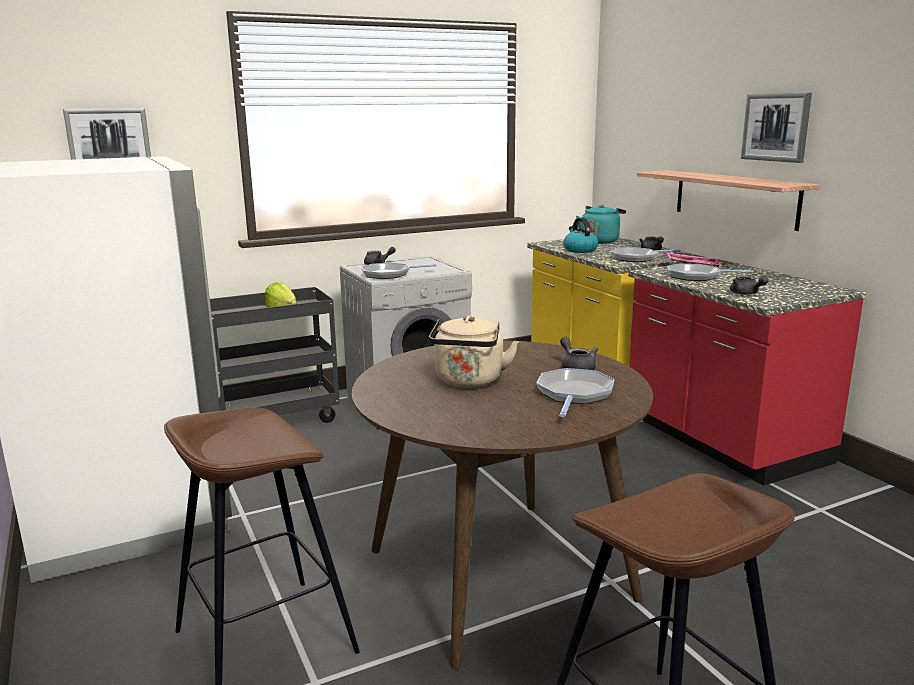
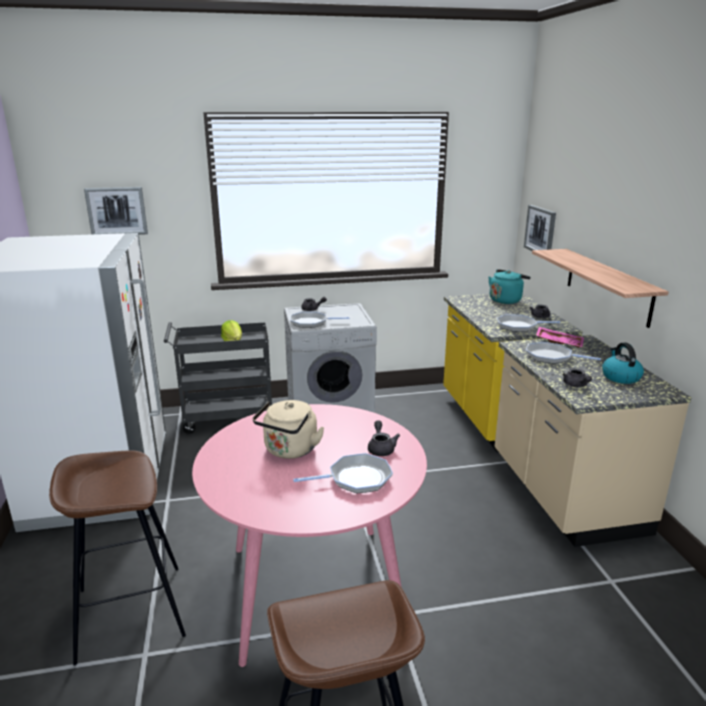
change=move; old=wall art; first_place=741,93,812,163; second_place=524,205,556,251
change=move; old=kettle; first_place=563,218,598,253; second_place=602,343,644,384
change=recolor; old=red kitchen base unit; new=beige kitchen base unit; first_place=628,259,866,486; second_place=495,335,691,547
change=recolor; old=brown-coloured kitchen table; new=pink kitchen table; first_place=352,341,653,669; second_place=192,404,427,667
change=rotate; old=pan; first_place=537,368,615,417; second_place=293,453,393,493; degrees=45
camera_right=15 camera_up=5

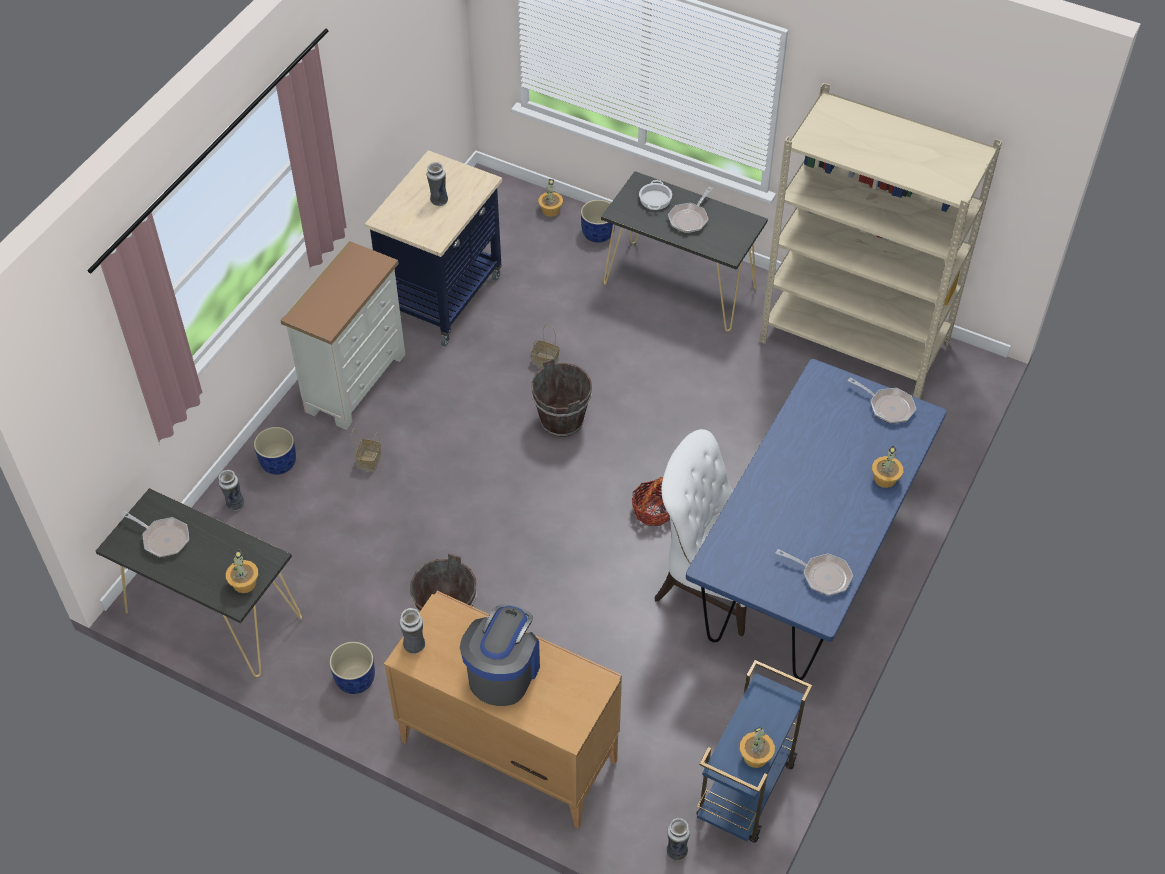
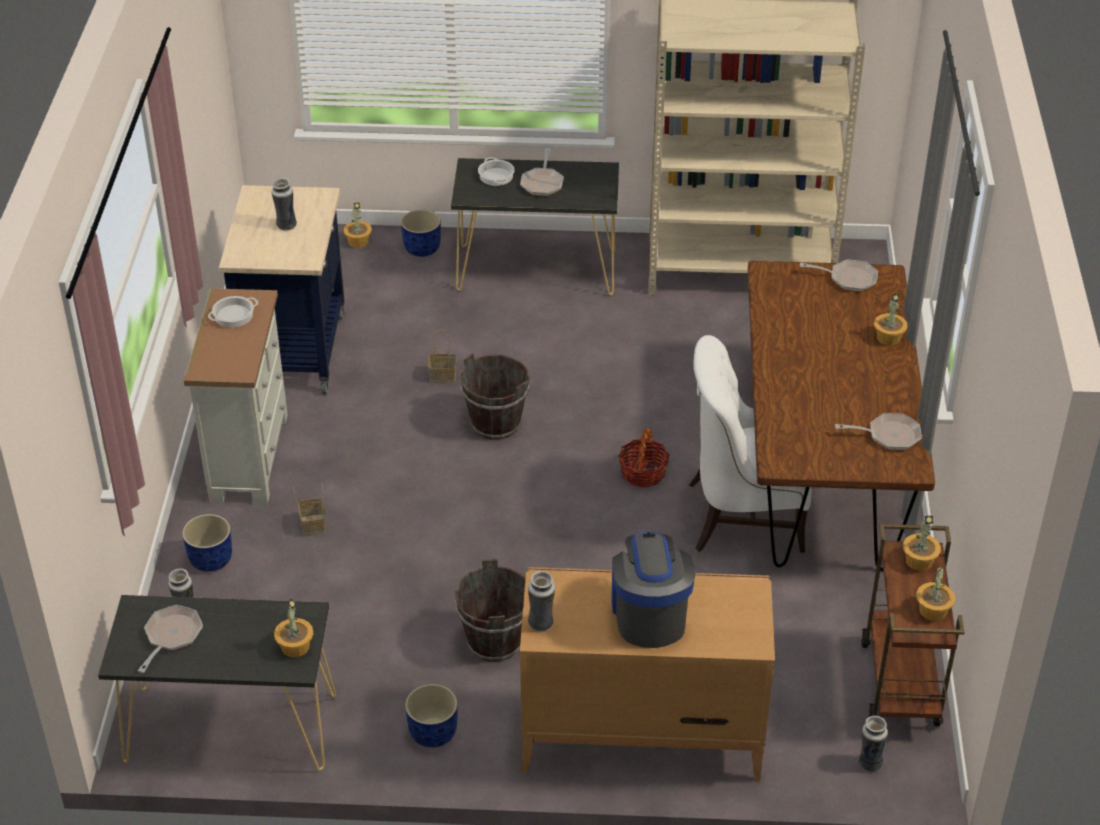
change=recolor; old=blue kitchen table; new=brown-coloured kitchen table; first_place=686,359,947,680; second_place=748,261,935,571
change=rotate; old=pan; first_place=121,511,189,557; second_place=137,605,203,673; degrees=-75
change=recolor; old=blue trolley; new=brown-coloured trolley; first_place=696,660,813,843; second_place=860,524,964,726
change=insert; new=saucepot; second_place=208,296,258,328
change=insert; new=houseplant; second_place=903,516,941,571
camera_right=-25 camera_up=-10

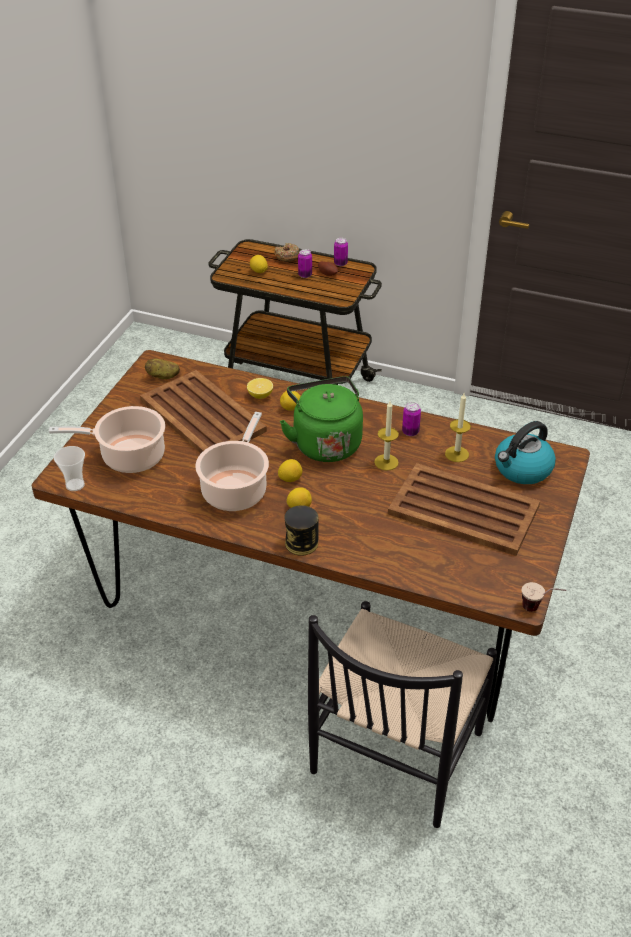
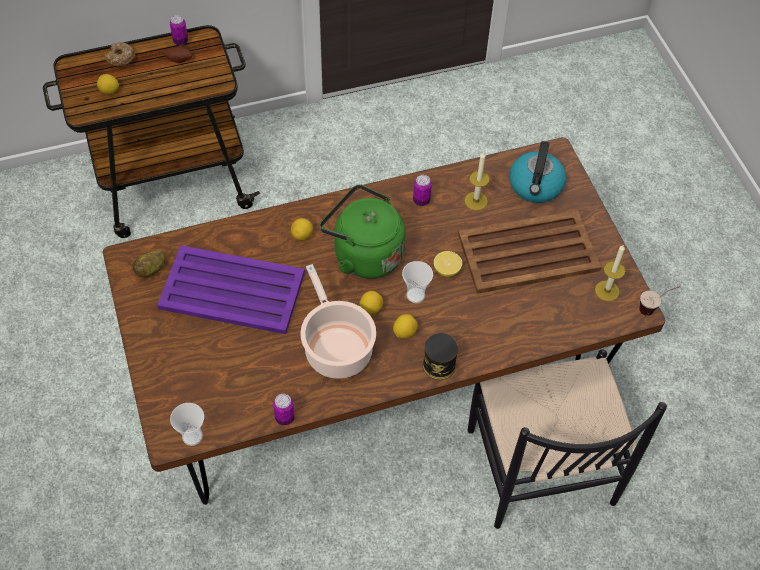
change=move; old=can; first_place=298,249,312,278; second_place=273,394,295,426
change=recolor; old=brown-coloured serving tray; new=purple serving tray; first_place=140,370,267,453; second_place=157,245,305,334
change=move; old=citrus fruit; first_place=247,378,273,399; second_place=434,251,462,277
change=move; old=candle; first_place=374,401,399,471; second_place=595,244,625,301
change=delete; old=saucepot; first_place=49,406,165,473
change=insert; new=cup; second_place=402,261,433,303
camera_right=-40 camera_up=15

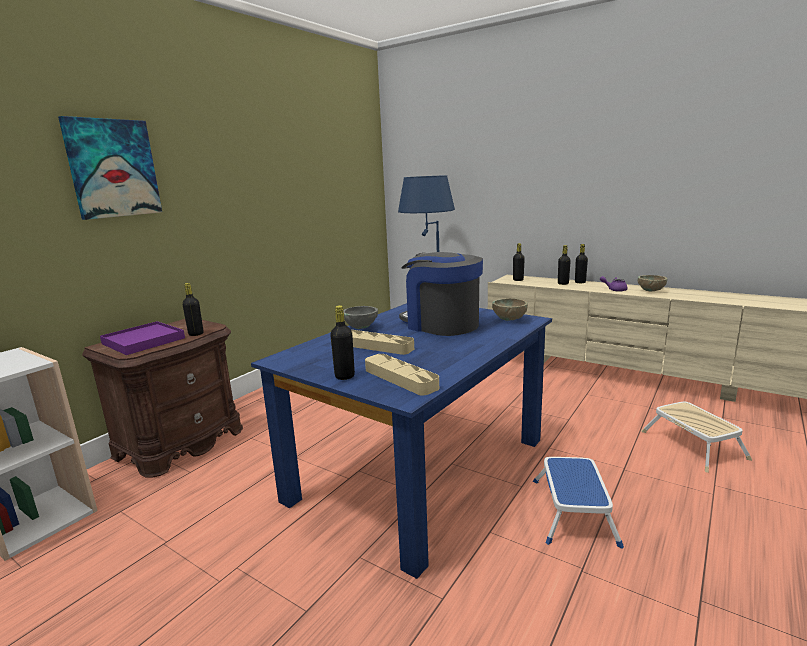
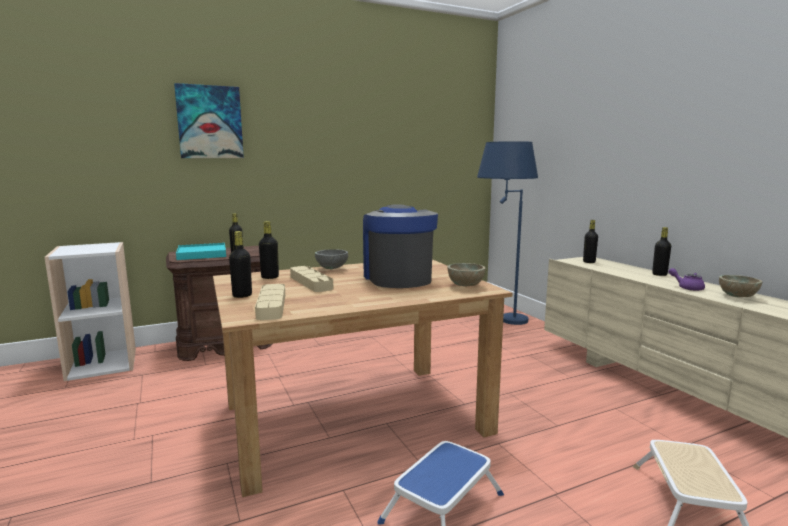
change=move; old=black-coloured beverage bottle; first_place=558,245,571,285; second_place=259,221,279,279
change=recolor; old=blue kitchen table; new=brown-coloured kitchen table; first_place=251,303,552,579; second_place=213,259,512,497
change=recolor; old=purple serving tray; new=turquoise serving tray; first_place=100,321,185,355; second_place=176,243,226,260
camera_right=30 camera_up=-5

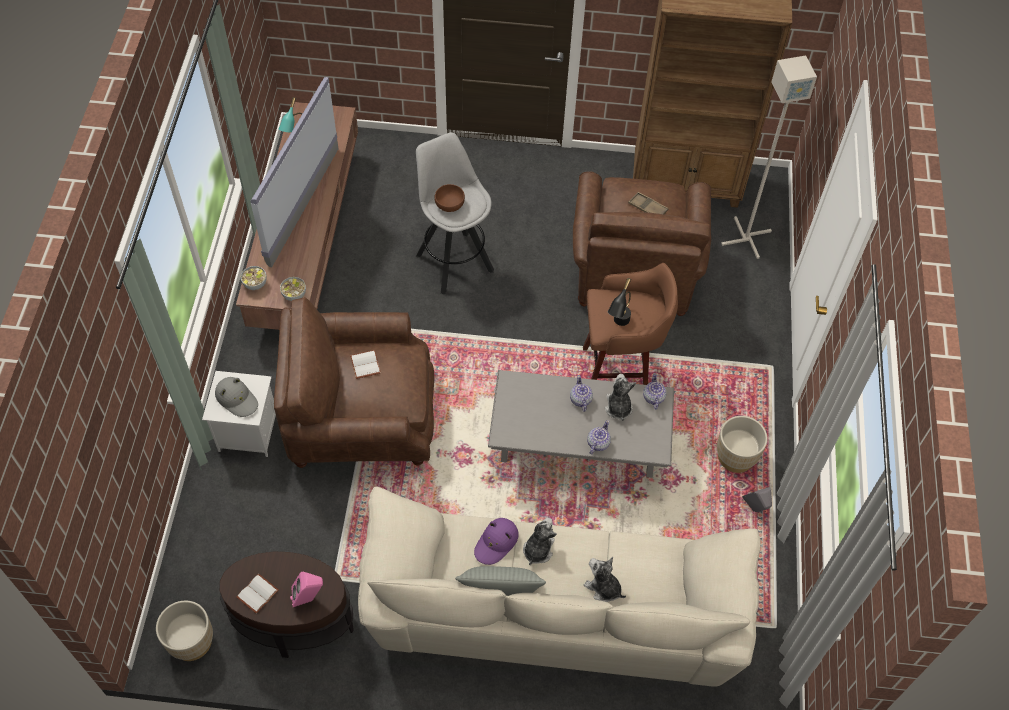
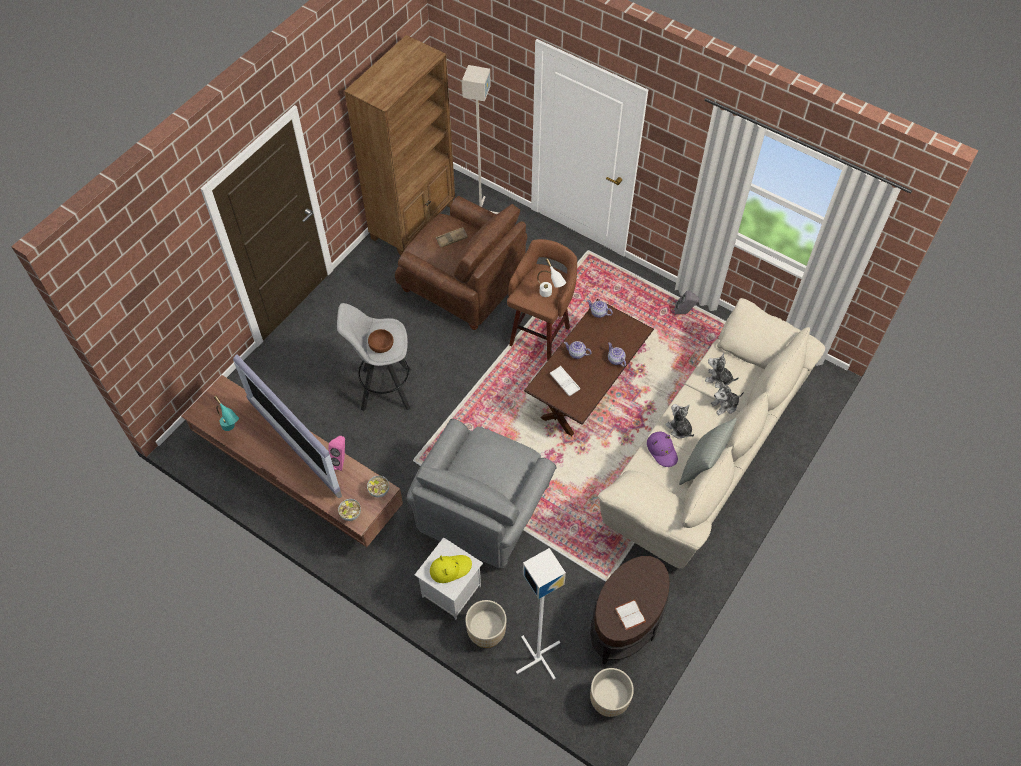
change=recolor; old=black-coloured table lamp; new=white-coloured table lamp; first_place=608,278,631,326; second_place=537,258,566,297
change=recolor; old=brown-coloured armchair; new=grey armchair; first_place=274,297,434,468; second_place=407,419,556,568
change=delete; old=white-coloured volume; first_place=350,350,381,379
change=recolor; old=grey lounge table; new=brown-coloured lounge table; first_place=488,370,674,478; second_place=524,299,654,436
change=move; old=soft toy; first_place=605,374,636,421; second_place=705,353,739,388
change=recolor; old=grey wearable hat; new=yellow-coloured wearable hat; first_place=215,377,258,417; second_place=430,555,472,583
change=move; old=beige plant pot; first_place=717,416,767,473; second_place=465,600,506,648
change=move; old=pink loudspeaker; first_place=290,572,323,607; second_place=328,436,345,471
change=insert; new=white-coloured serving tray; second_place=550,366,580,397
change=insert; new=white-coloured floor lamp; second_place=516,548,566,680
camera_right=-60 camera_up=0

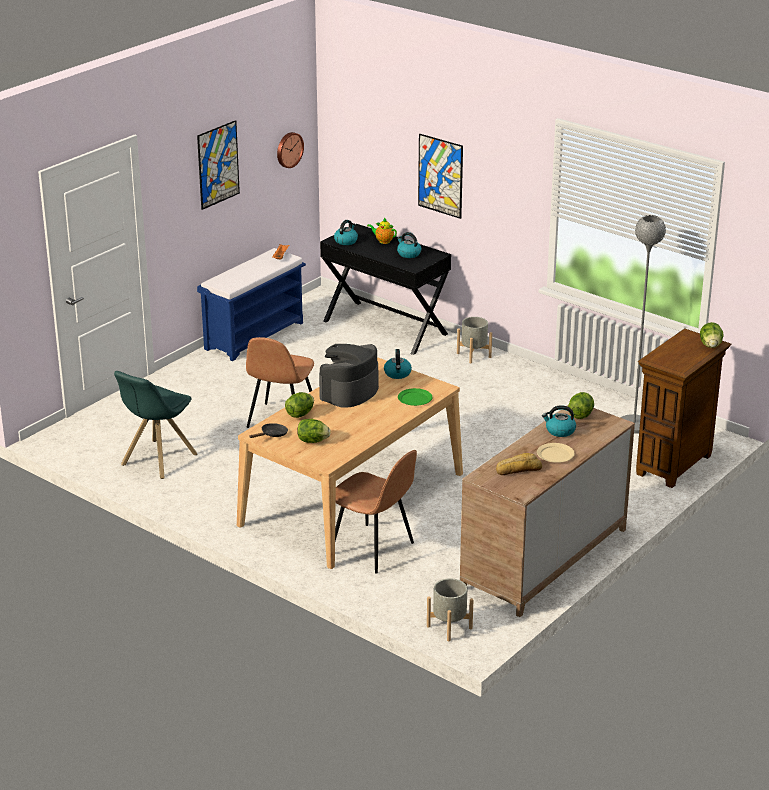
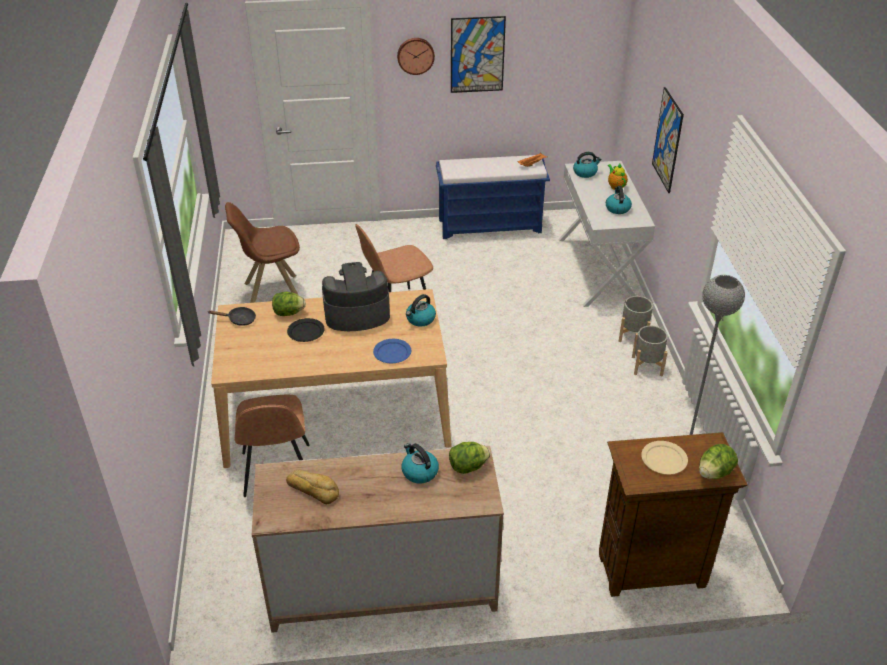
change=move; old=wall clock; first_place=277,132,304,168; second_place=397,38,435,75
change=recolor; old=black-coloured console table; new=white-coloured console table; first_place=320,224,451,355; second_place=558,161,655,307
change=recolor; old=turquoise plain chair; new=brown-coloured plain chair; first_place=114,371,198,479; second_place=225,202,300,303
change=recolor; old=greenish flat dish; new=blue flat dish; first_place=398,388,432,406; second_place=373,339,411,363
change=delete; old=lettuce; first_place=297,419,331,443
change=move; old=beige flat dish; first_place=537,443,575,463; second_place=641,441,688,475
change=move; old=grey plant pot; first_place=427,578,473,641; second_place=632,326,668,376
change=insert; new=black-coloured flat dish; second_place=287,318,325,342
camera_right=45 camera_up=10

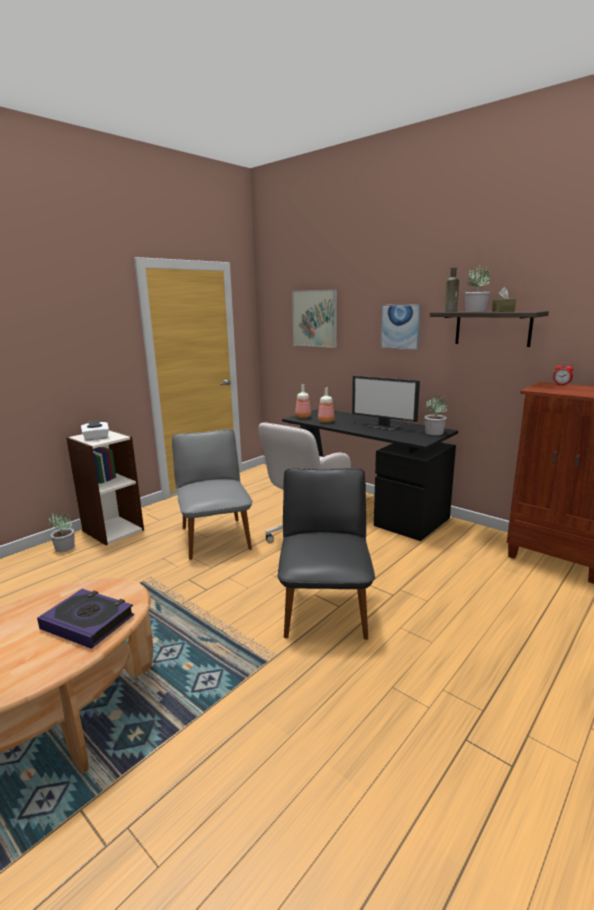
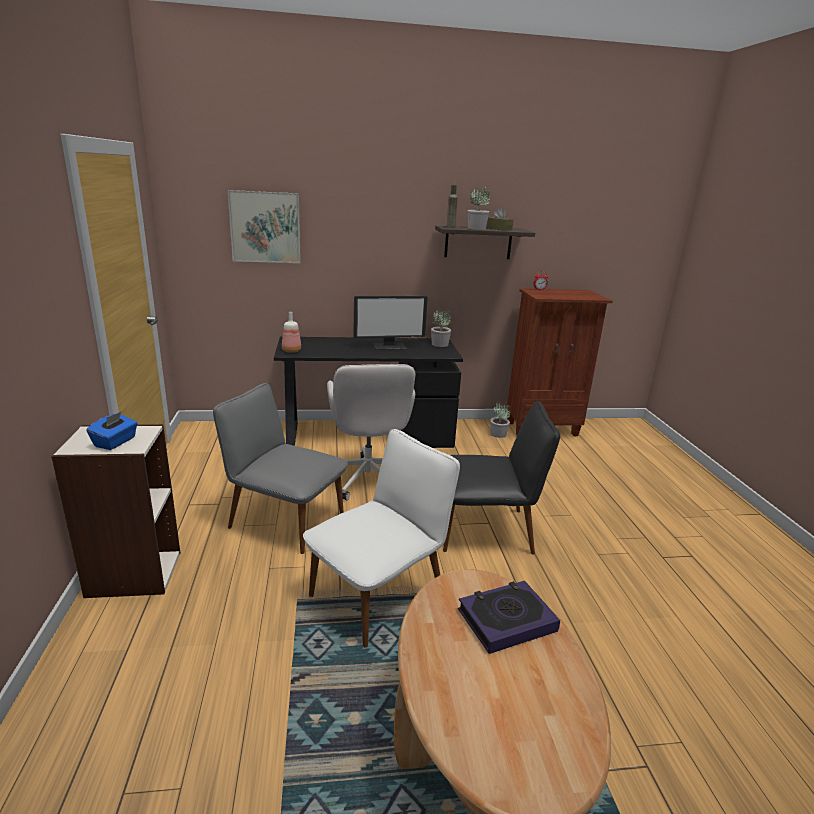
change=delete; old=wall art; first_place=380,304,422,350
change=delete; old=beverage bottle; first_place=318,388,335,423
change=recolor; old=white-coloured tissue box; new=blue tissue box; first_place=81,419,109,441; second_place=86,412,138,450
change=rotate; old=black-coloured plain chair; first_place=277,468,375,640; second_place=443,401,560,555; degrees=135
change=move; old=houseplant; first_place=48,512,75,552; second_place=490,402,510,438
change=insert; new=white-coloured plain chair; second_place=303,429,460,648
camera_right=-50 camera_up=5

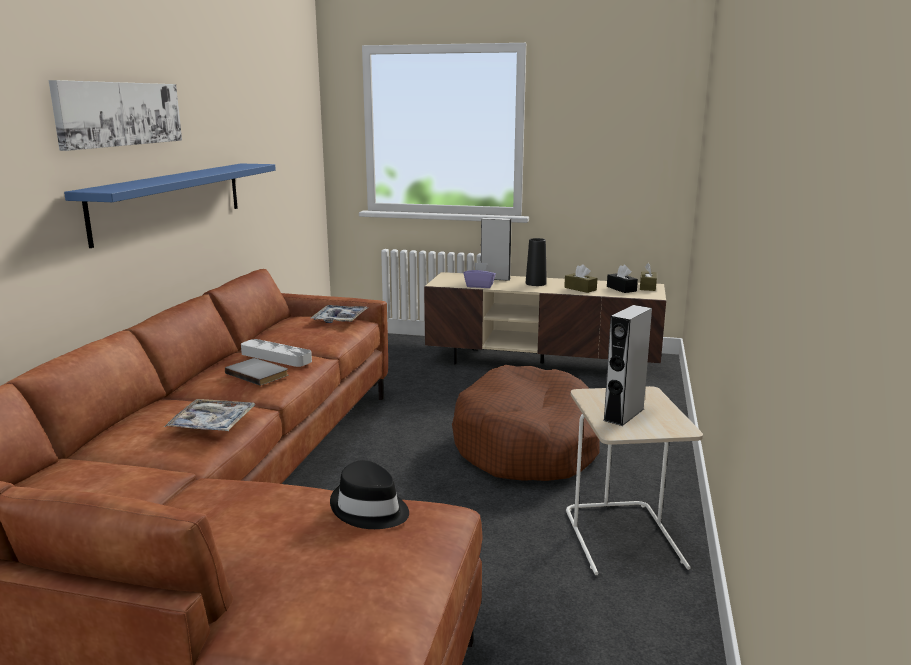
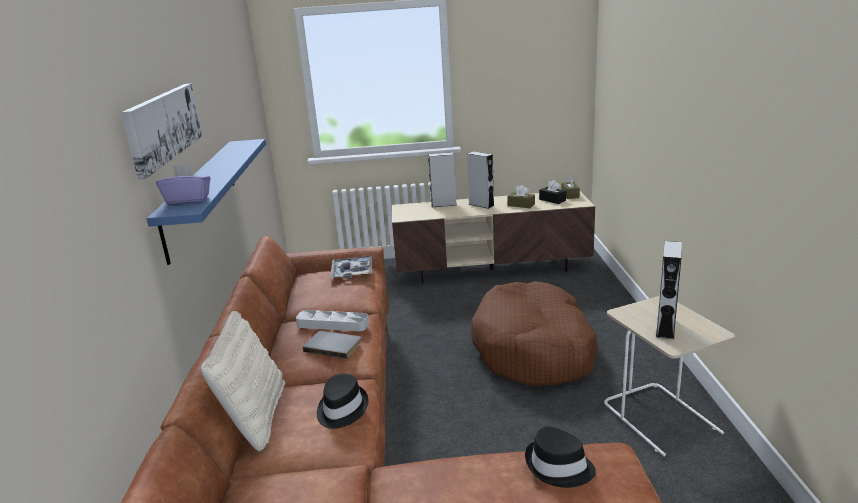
change=replace; old=black-coloured decorative vase; new=grey loudspeaker; first_place=526,238,547,286; second_place=467,152,494,209
change=move; old=purple tissue box; first_place=464,263,496,288; second_place=156,163,211,204
change=replace; old=serving tray; new=black-coloured wearable hat; first_place=164,399,255,431; second_place=317,374,369,429
change=insert; new=beige throw pillow; second_place=200,311,285,451
camera_right=-15 camera_up=5

